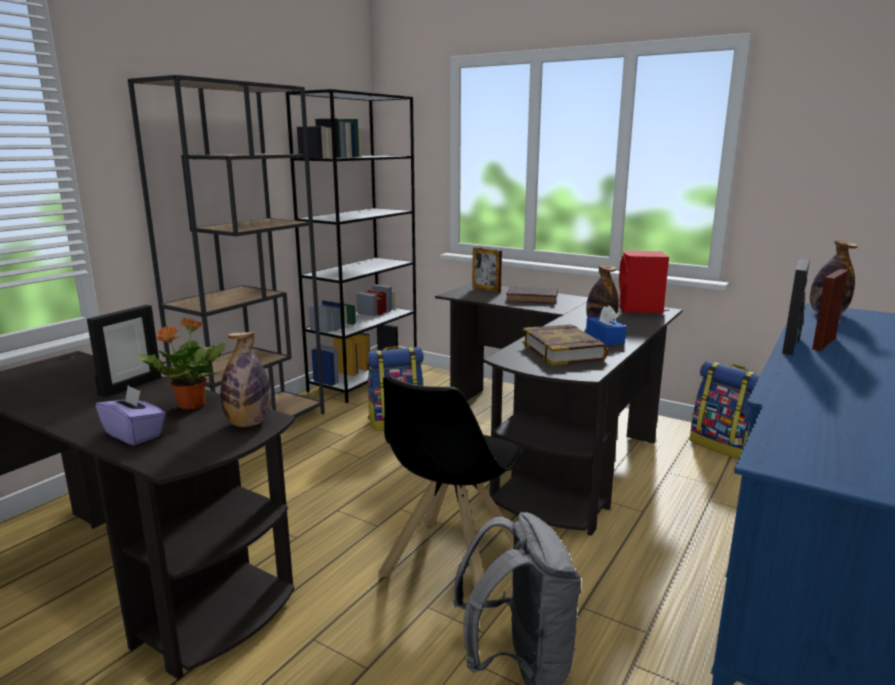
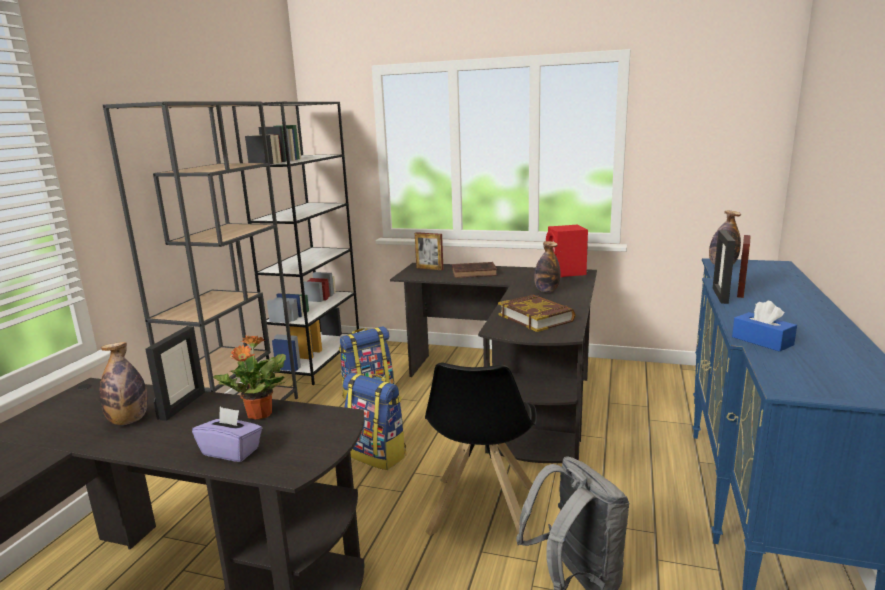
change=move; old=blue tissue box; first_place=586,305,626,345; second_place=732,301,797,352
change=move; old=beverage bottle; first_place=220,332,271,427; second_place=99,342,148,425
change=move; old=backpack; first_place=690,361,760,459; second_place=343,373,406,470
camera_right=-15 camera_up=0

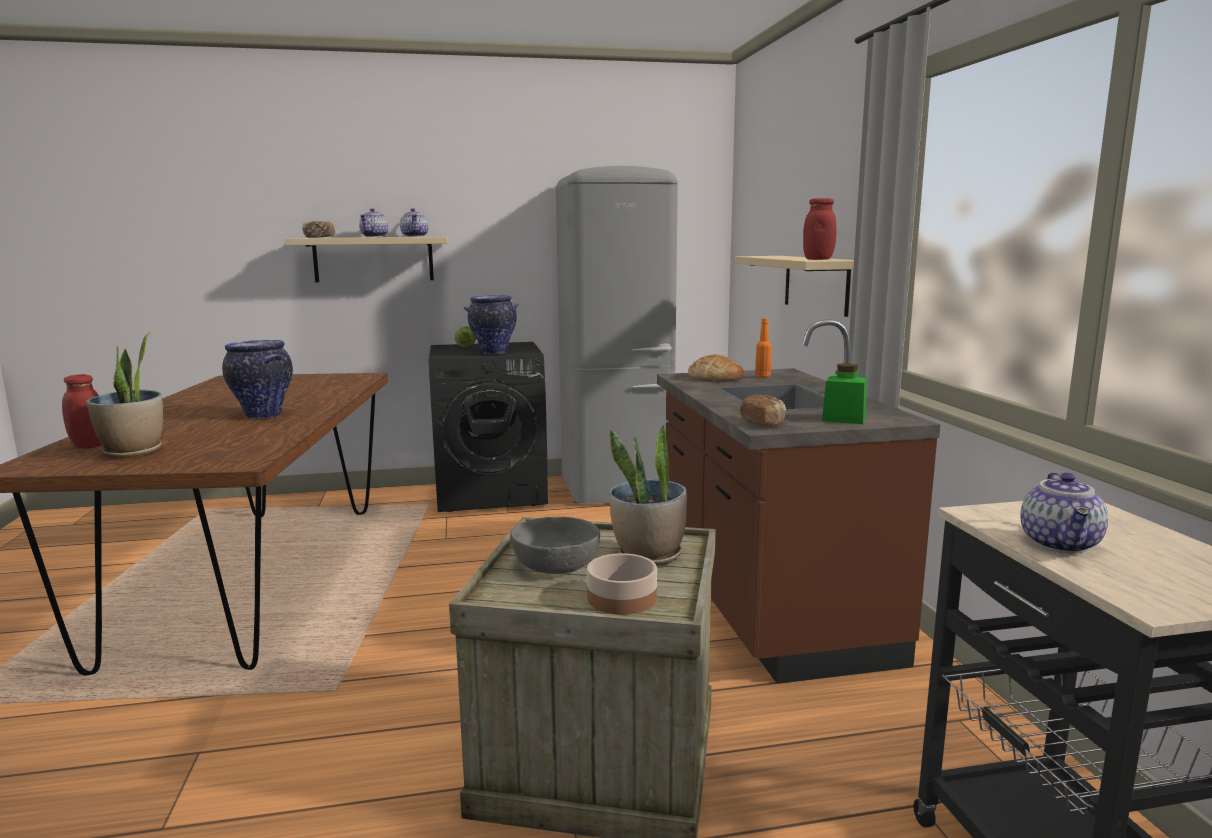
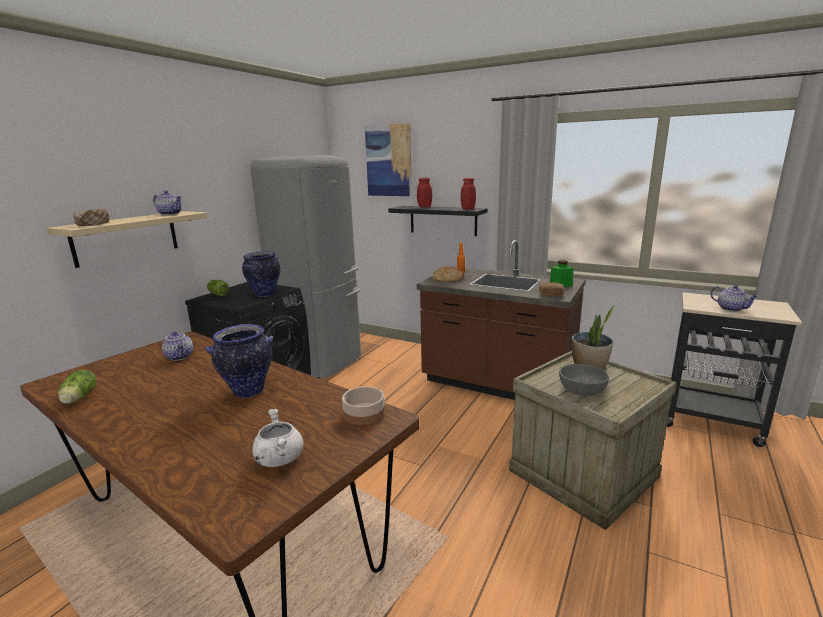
change=move; old=teapot; first_place=359,208,388,237; second_place=162,331,193,361
change=recolor; old=beige wall shelf; new=black-coloured wall shelf; first_place=734,256,854,317; second_place=388,206,488,236
change=replace; old=houseplant; new=white-coloured saucepot; first_place=86,332,163,458; second_place=252,409,303,467
change=move; old=red storage jar; first_place=62,374,102,449; second_place=417,178,432,207
change=move; old=bowl; first_place=587,553,657,615; second_place=342,386,385,425
change=insert; new=wall art; second_place=365,123,412,196
change=insert; new=lettuce; second_place=58,370,97,404
camera_right=-50 camera_up=5

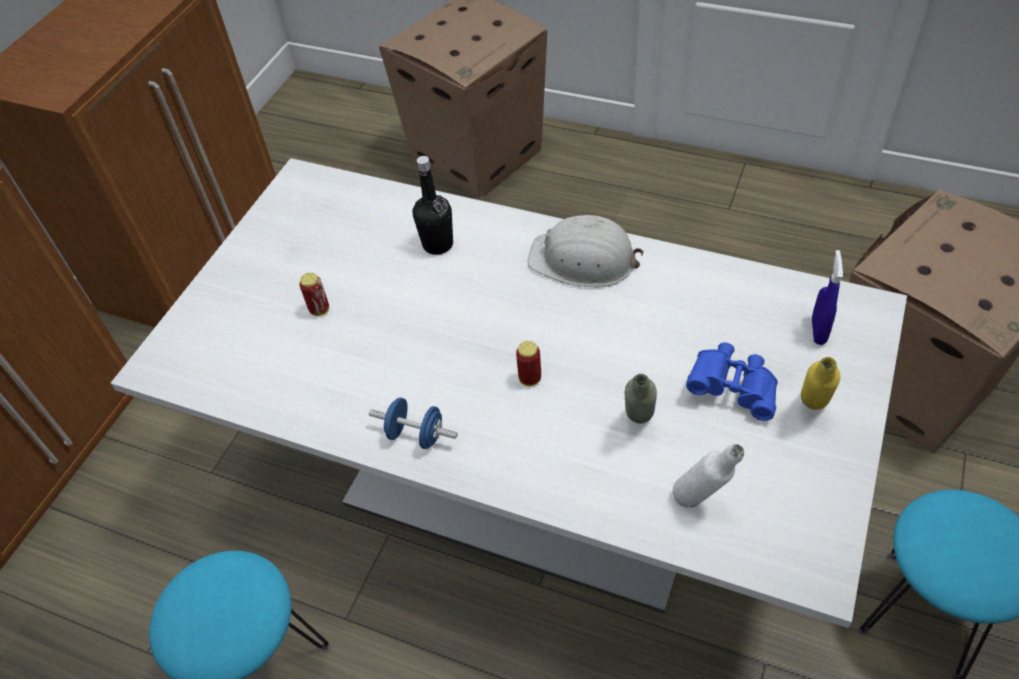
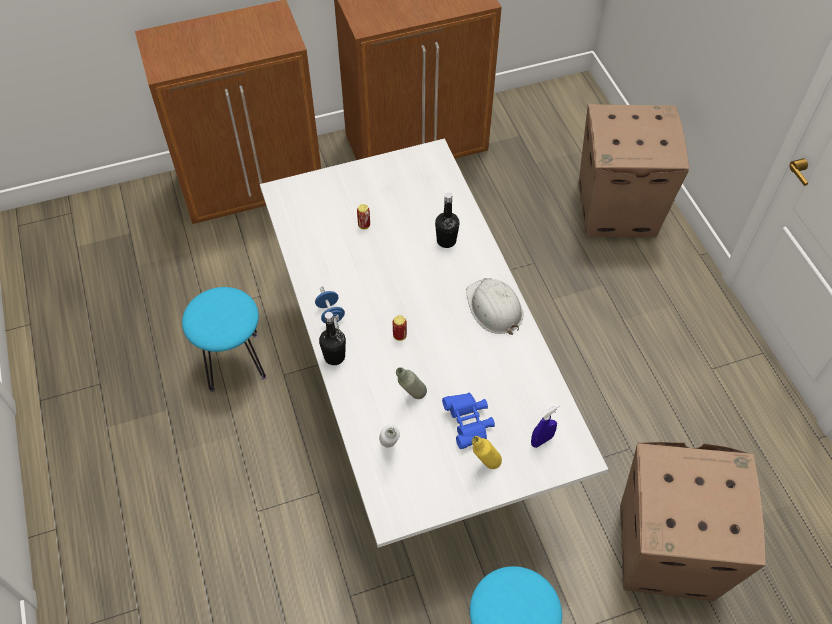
change=insert; new=black-coloured beverage bottle; second_place=319,312,346,365
camera_right=45 camera_up=5

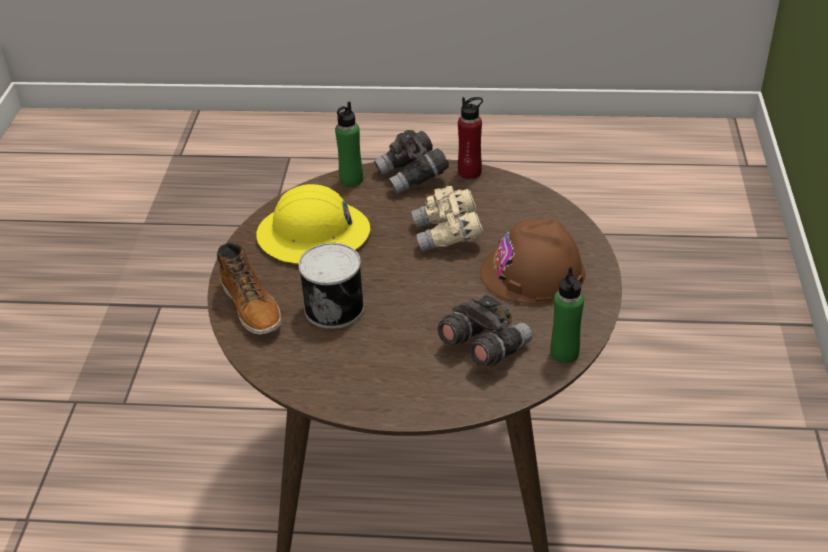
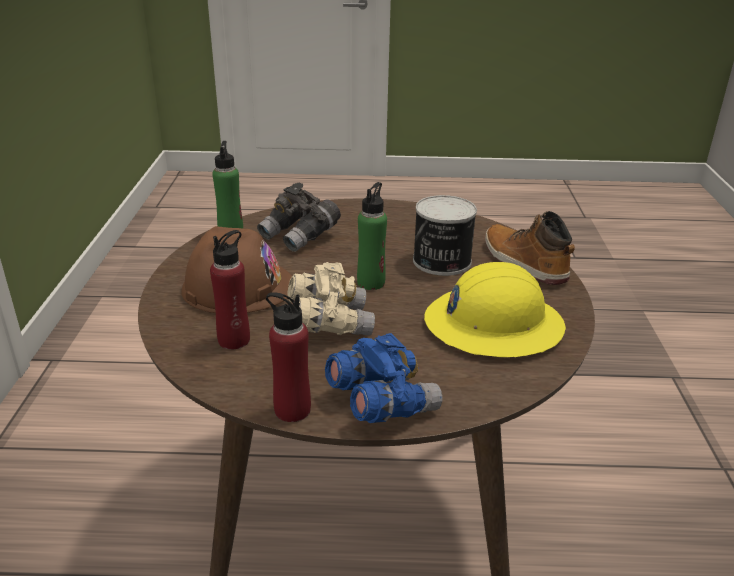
change=move; old=greenish beverage bottle; first_place=335,102,363,187; second_place=357,182,387,290
change=recolor; old=grey field glasses; new=blue field glasses; first_place=374,130,449,194; second_place=325,333,443,423
change=insert; new=red beverage bottle; second_place=210,230,250,349
camera_right=175 camera_up=-10

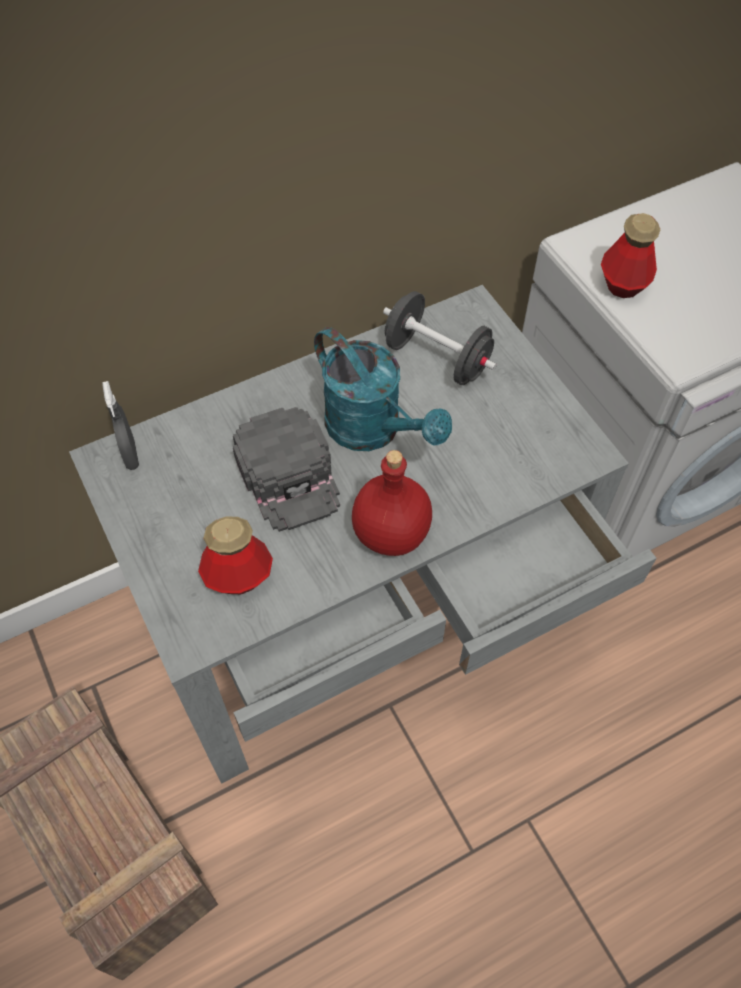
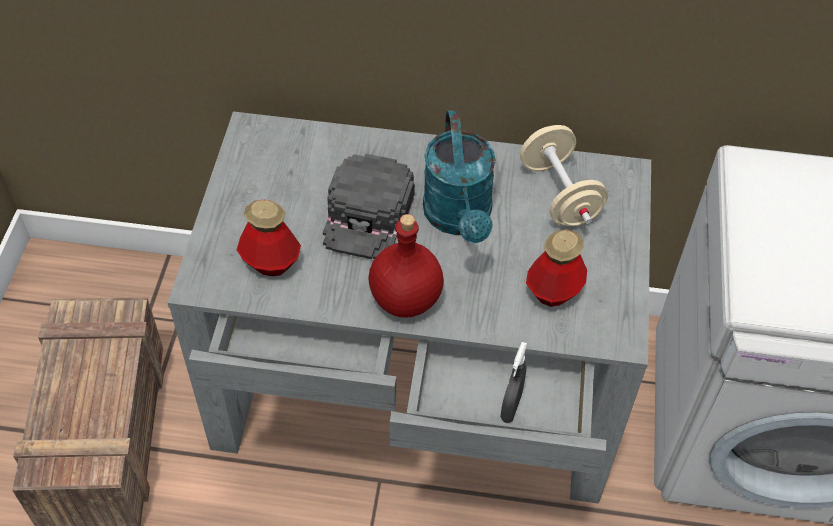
change=move; old=beverage bottle; first_place=601,213,660,298; second_place=526,229,587,307
change=recolor; old=black-coloured dumbbell; new=beige dumbbell; first_place=383,291,497,385; second_place=520,125,608,226
change=move; old=grey hand sprayer; first_place=103,381,139,470; second_place=501,342,527,423
camera_right=35 camera_up=-5

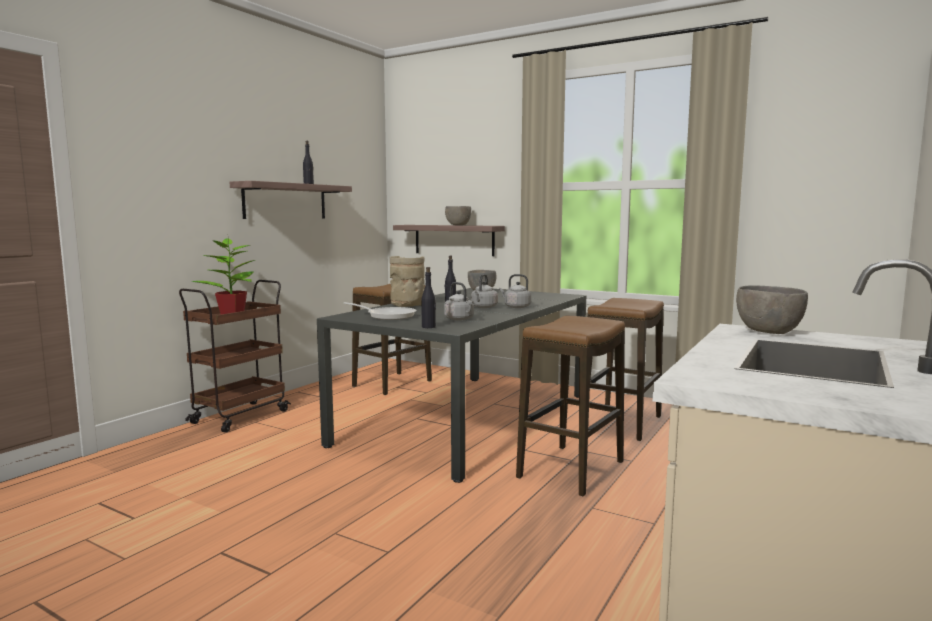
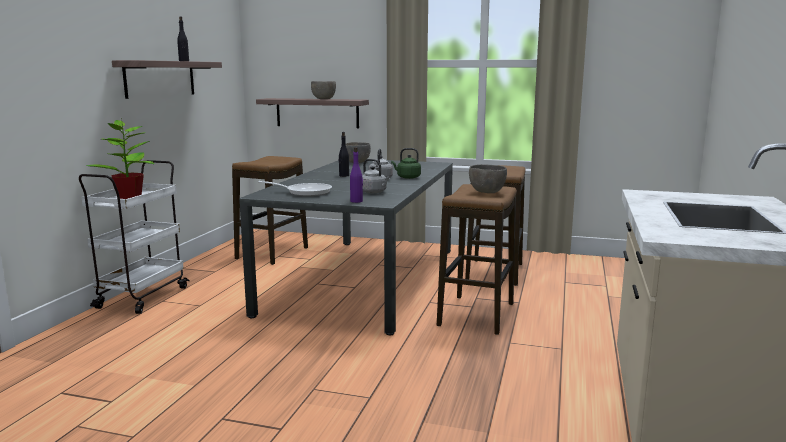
change=delete; old=beige decorative vase; first_place=390,256,425,307
change=recolor; old=black-coloured beverage bottle; new=purple beverage bottle; first_place=421,267,436,328; second_place=350,147,363,203
change=recolor; old=grey kettle; new=greenish kettle; first_place=499,274,531,308; second_place=391,148,421,179
change=recolor; old=brown-coloured trolley; new=white-coloured trolley; first_place=179,280,291,433; second_place=79,160,189,314
change=move; old=grey bowl; first_place=736,285,808,334; second_place=469,164,507,193
camera_right=-15 camera_up=5

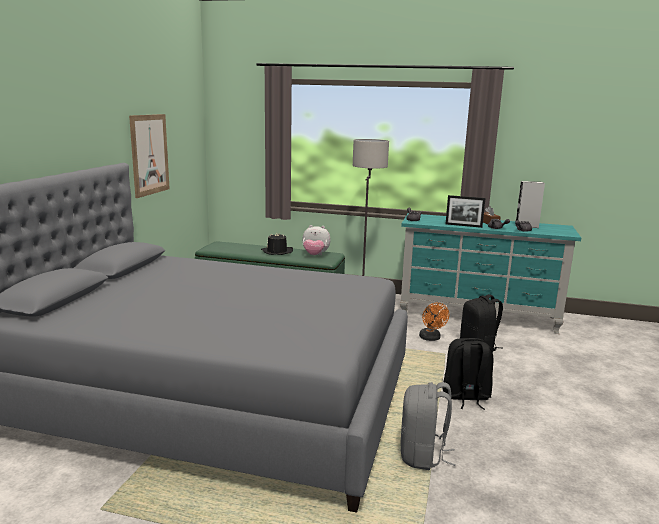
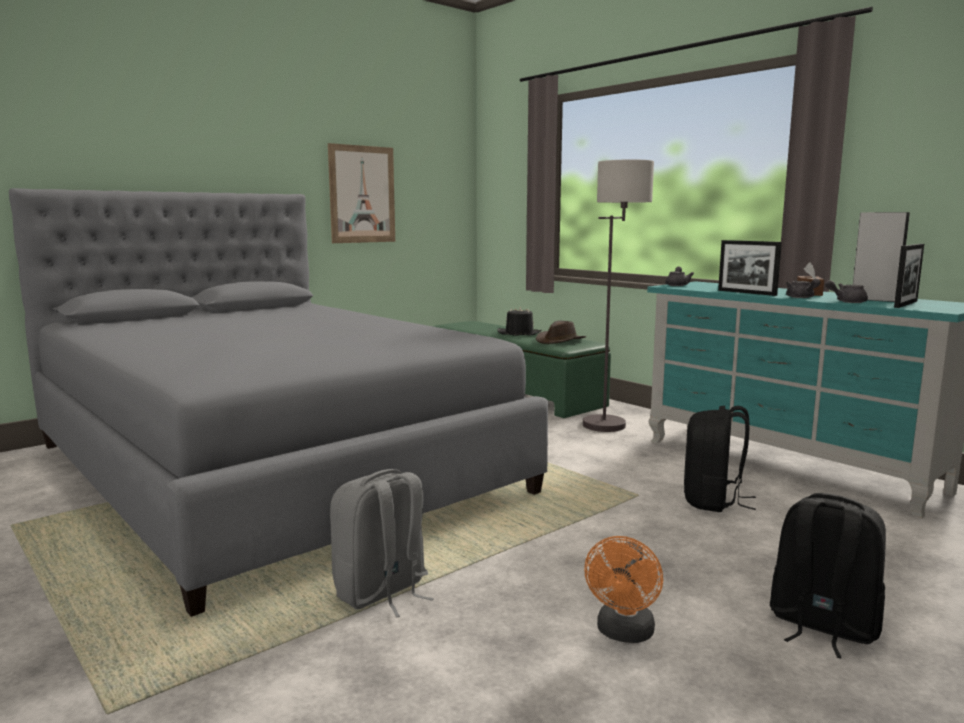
change=replace; old=soft toy; new=brown-coloured wearable hat; first_place=302,225,331,255; second_place=536,321,586,344
change=move; old=orange fan; first_place=419,303,449,341; second_place=584,536,663,643
change=move; old=black-coloured backpack; first_place=443,338,493,410; second_place=770,493,886,658
change=insert; new=picture frame; second_place=894,244,924,308
camera_right=35 camera_up=-5

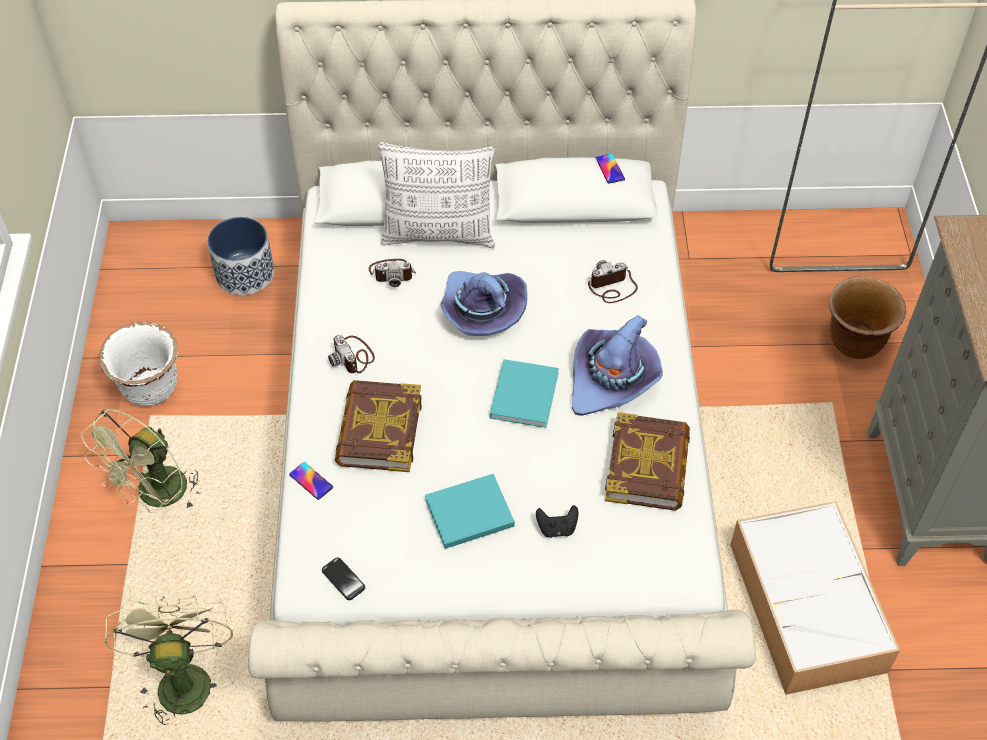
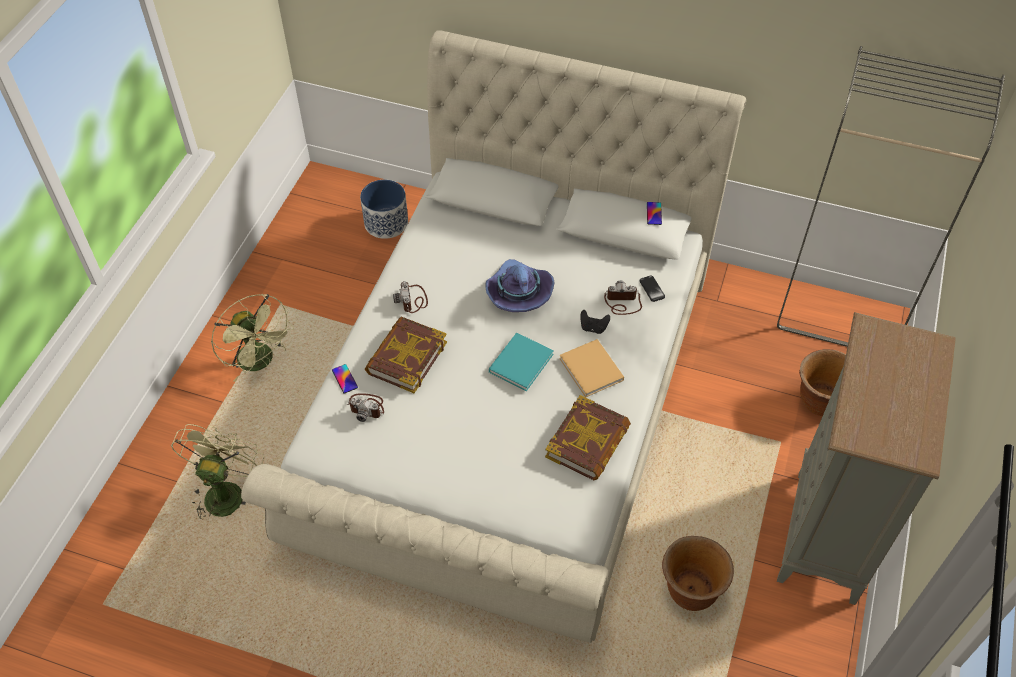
change=delete; old=throw pillow; first_place=378,142,495,248
change=move; old=still camera; first_place=369,259,416,287; second_place=347,393,384,422
change=replace; old=purple wearable hat; new=beige volume; first_place=572,315,663,416; second_place=559,339,624,397
change=delete; old=white-coloured plant pot; first_place=99,322,178,406
change=rotate; old=greenish fan; first_place=81,409,202,513; second_place=211,294,294,382; degrees=-90
change=delete; old=turquoise volume; first_place=425,474,515,549
change=replace; old=storage box; new=brown-coloured plant pot; first_place=730,501,900,695; second_place=662,536,734,611
change=move; old=black-coloured gamepad; first_place=536,505,579,538; second_place=580,310,610,334
change=move; old=telephone; first_place=322,557,365,600; second_place=640,276,665,302
camera_right=20 camera_up=0

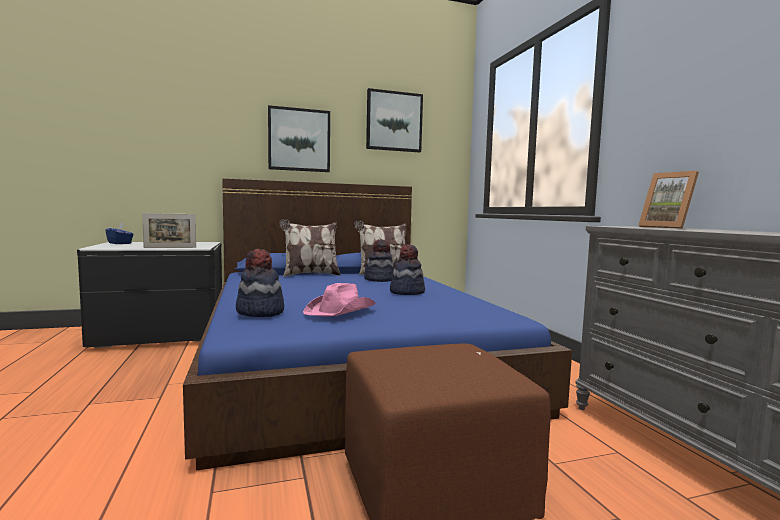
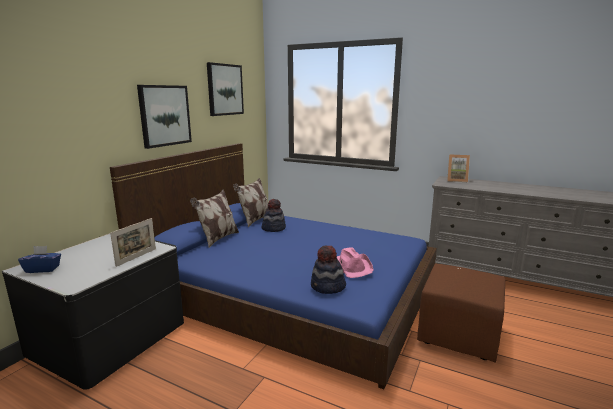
change=delete; old=wearable hat; first_place=390,245,425,295
camera_right=-45 camera_up=10

